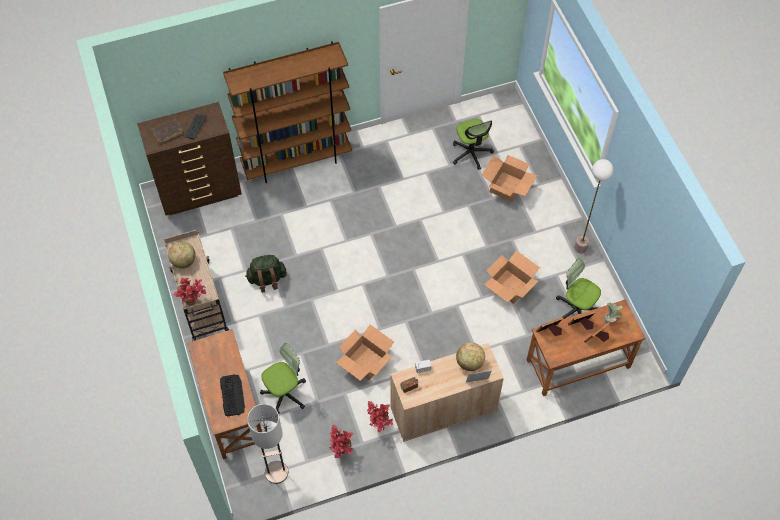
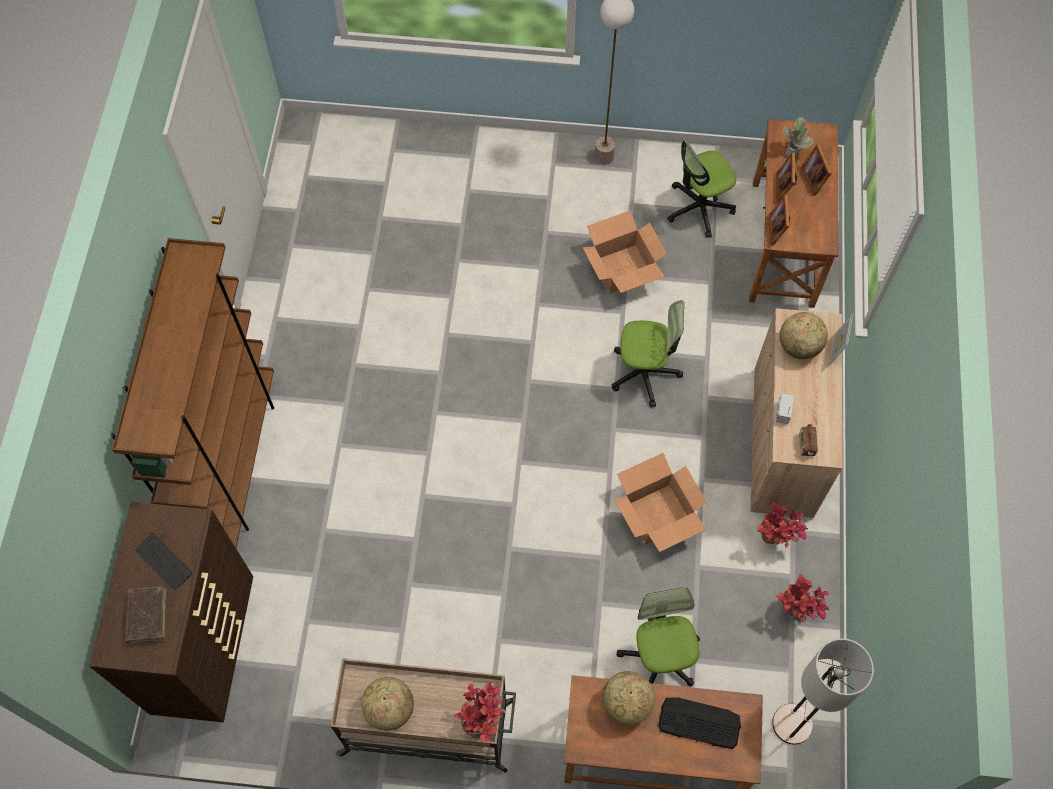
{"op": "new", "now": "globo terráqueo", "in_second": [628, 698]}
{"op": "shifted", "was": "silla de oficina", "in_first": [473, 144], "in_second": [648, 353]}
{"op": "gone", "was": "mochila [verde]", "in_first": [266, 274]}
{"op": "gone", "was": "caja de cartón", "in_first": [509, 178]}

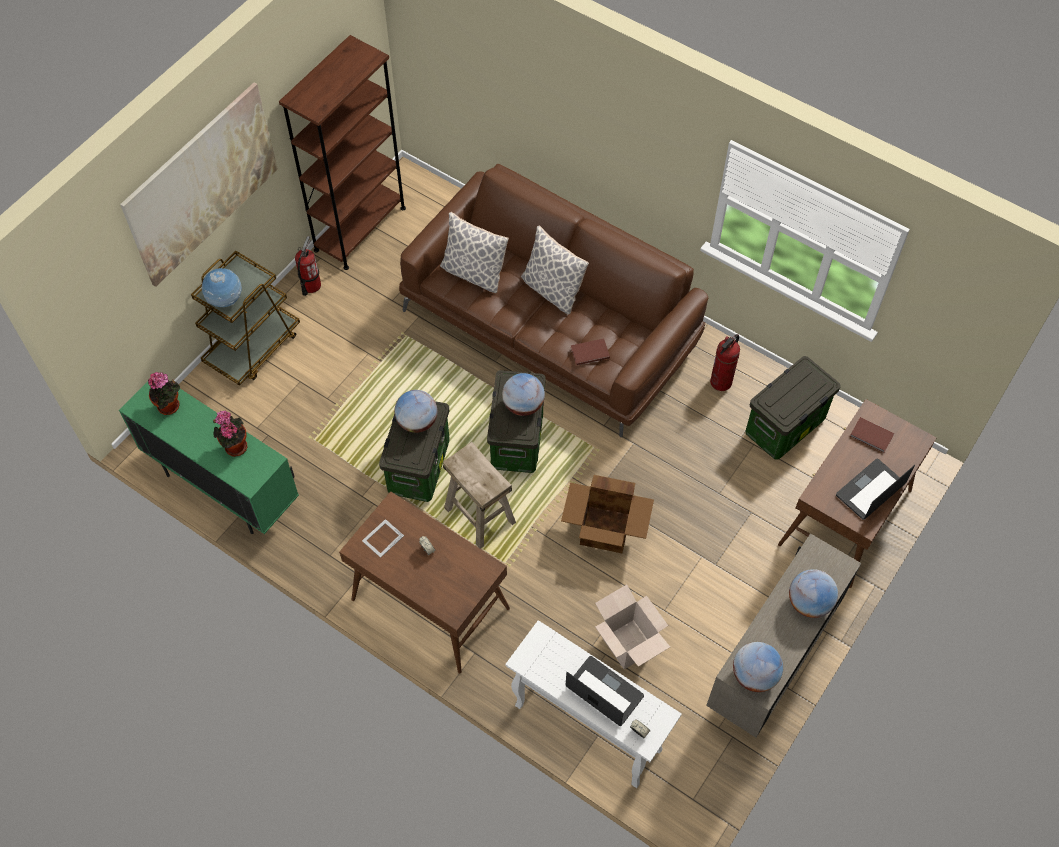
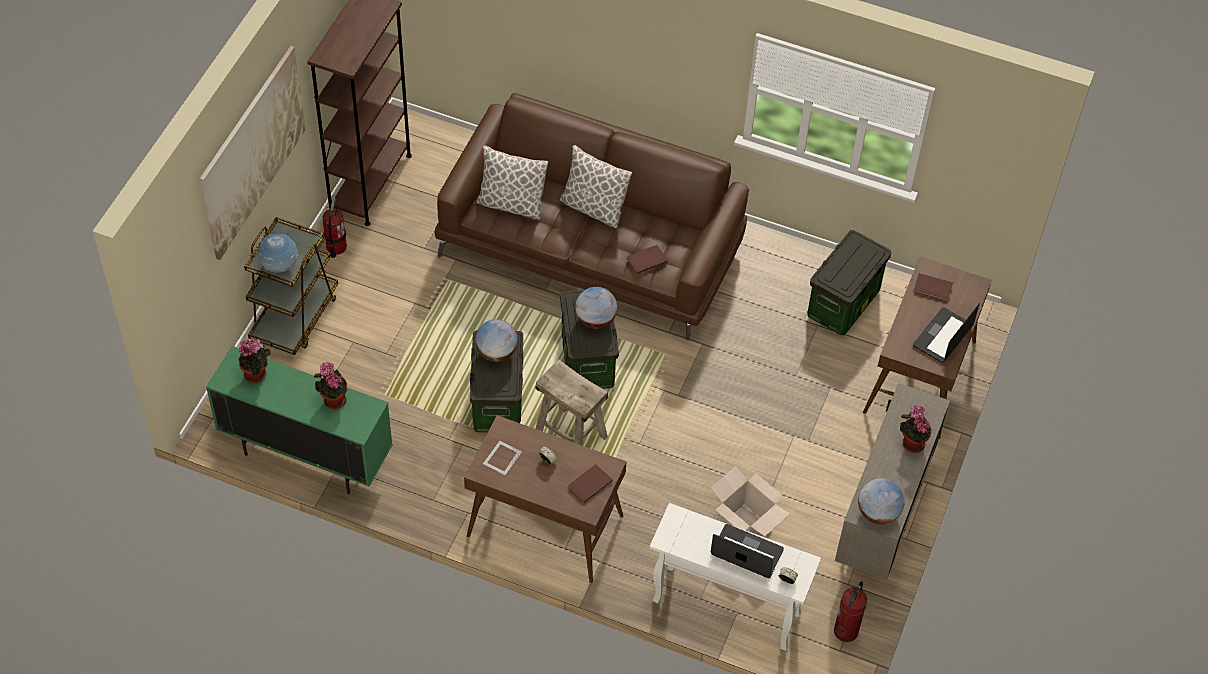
{"op": "new", "now": "libro [marrón]", "in_second": [590, 483]}
{"op": "shifted", "was": "extintor", "in_first": [725, 362], "in_second": [850, 611]}
{"op": "swapped", "was": "globo terráqueo", "now": "planta en maceta", "in_first": [813, 593], "in_second": [916, 429]}
{"op": "gone", "was": "caja de cartón", "in_first": [607, 514]}

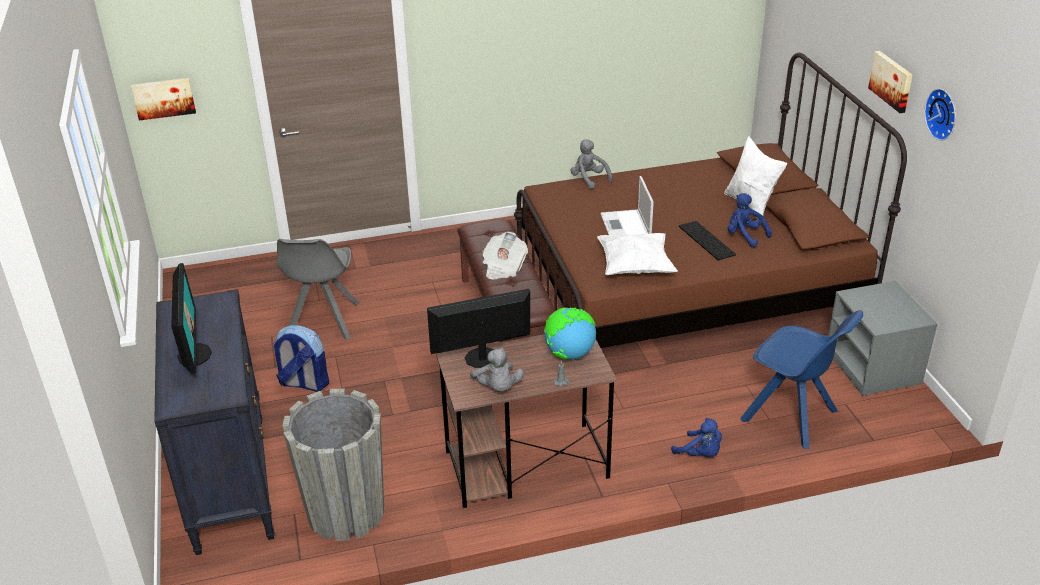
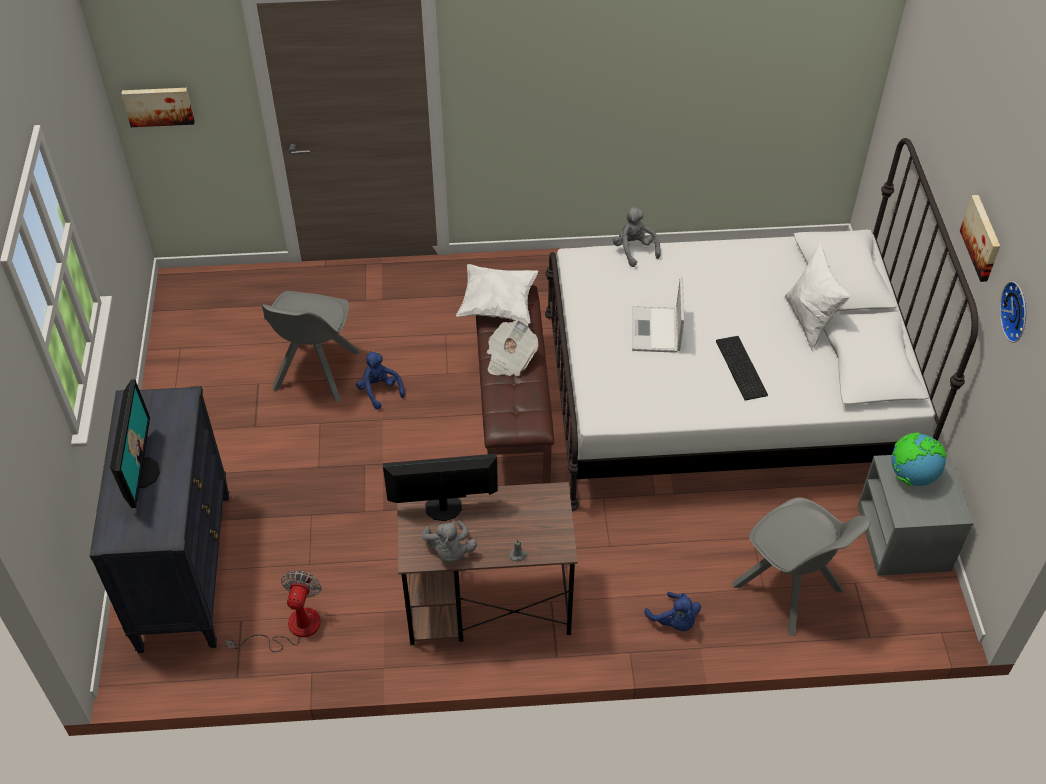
{"op": "swapped", "was": "maceta [gris]", "now": "ventilador", "in_first": [333, 464], "in_second": [273, 611]}
{"op": "shifted", "was": "peluche [azul]", "in_first": [749, 220], "in_second": [380, 380]}
{"op": "shifted", "was": "cojín [blanco]", "in_first": [637, 254], "in_second": [497, 294]}
{"op": "repainted", "was": "cama [marrón]", "now": "cama [blanco]", "in_first": [710, 200], "in_second": [761, 324]}
{"op": "repainted", "was": "silla [azul]", "now": "silla [gris]", "in_first": [801, 379], "in_second": [801, 566]}
{"op": "shifted", "was": "globo terráqueo", "in_first": [570, 333], "in_second": [919, 459]}
{"op": "gone", "was": "mochila", "in_first": [301, 358]}

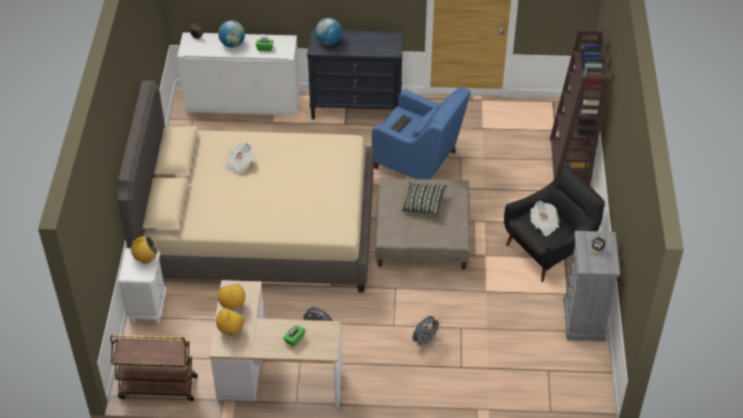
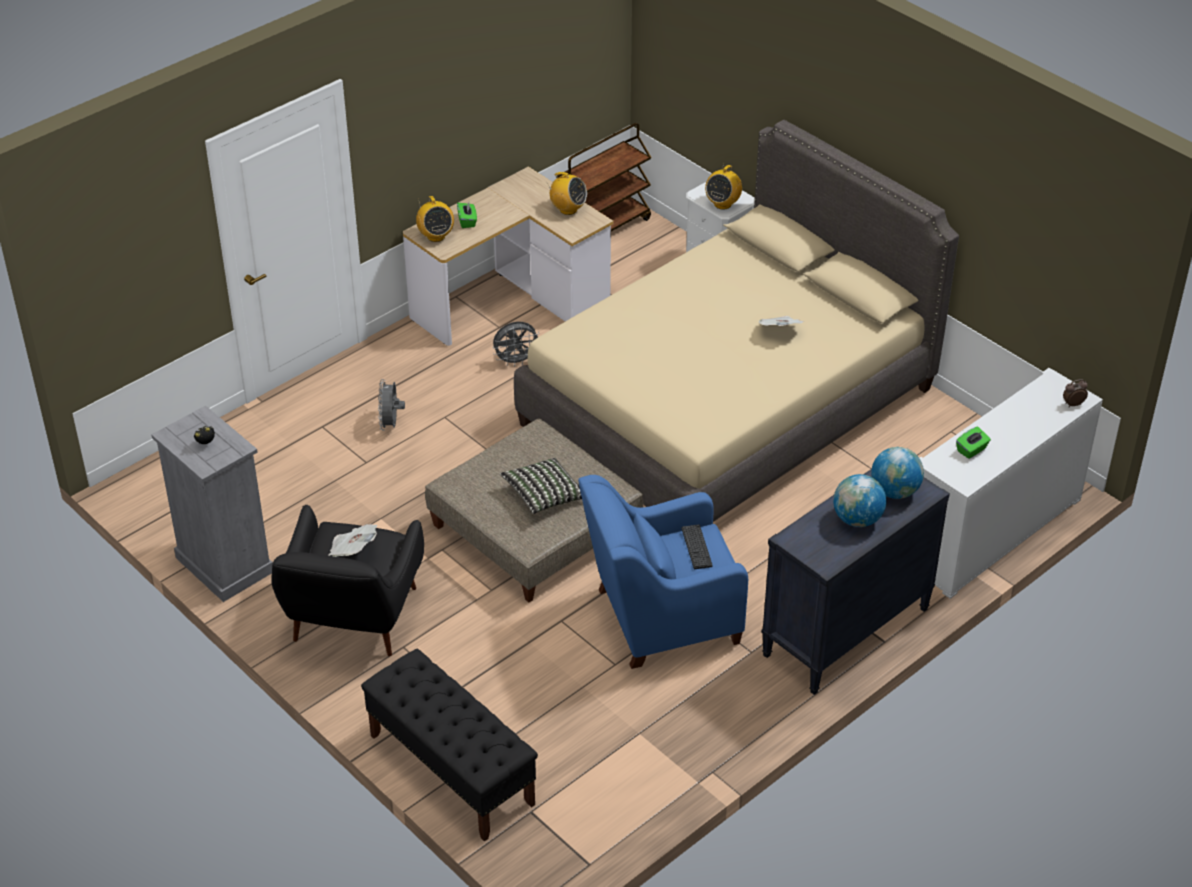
{"op": "swapped", "was": "estantería [marrón]", "now": "banco [negro]", "in_first": [579, 108], "in_second": [449, 745]}
{"op": "shifted", "was": "radio", "in_first": [230, 322], "in_second": [435, 219]}
{"op": "shifted", "was": "globo terráqueo", "in_first": [231, 33], "in_second": [860, 500]}

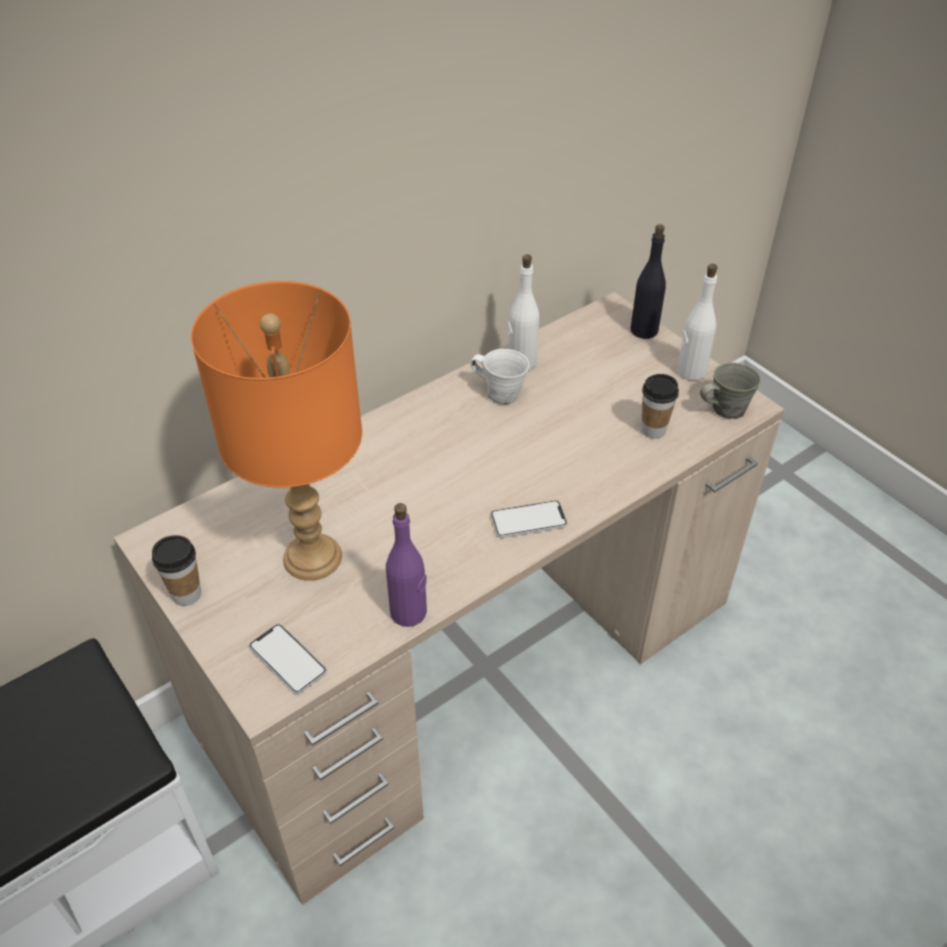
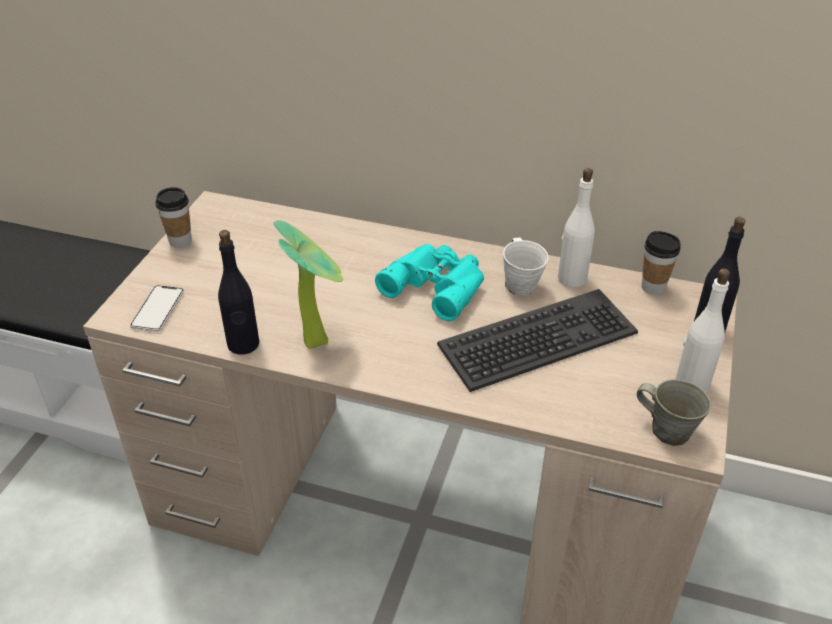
{"op": "repainted", "was": "botella [morado]", "now": "botella [negro]", "in_first": [406, 565], "in_second": [238, 292]}
{"op": "new", "now": "planta en maceta", "in_second": [308, 284]}
{"op": "new", "now": "prismáticos [turquesa]", "in_second": [429, 282]}
{"op": "new", "now": "teclado", "in_second": [537, 340]}
{"op": "shifted", "was": "taza", "in_first": [660, 406], "in_second": [661, 263]}
{"op": "gone", "was": "lámpara de mesa [naranja]", "in_first": [276, 431]}
{"op": "gone", "was": "móvil", "in_first": [529, 519]}

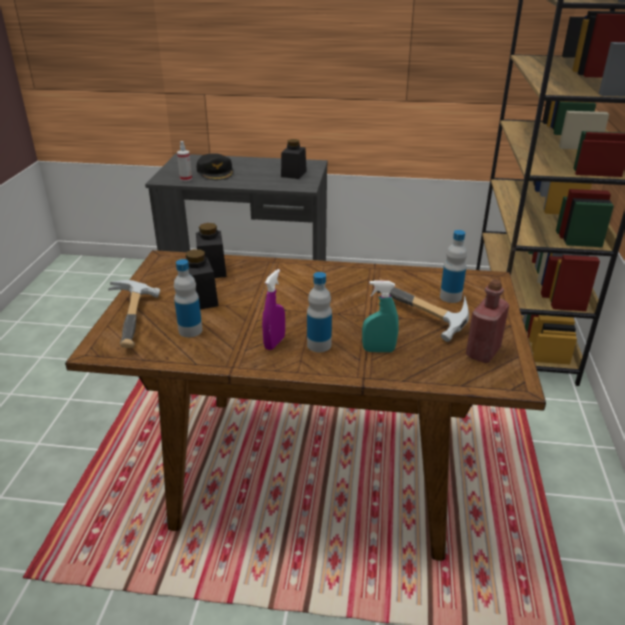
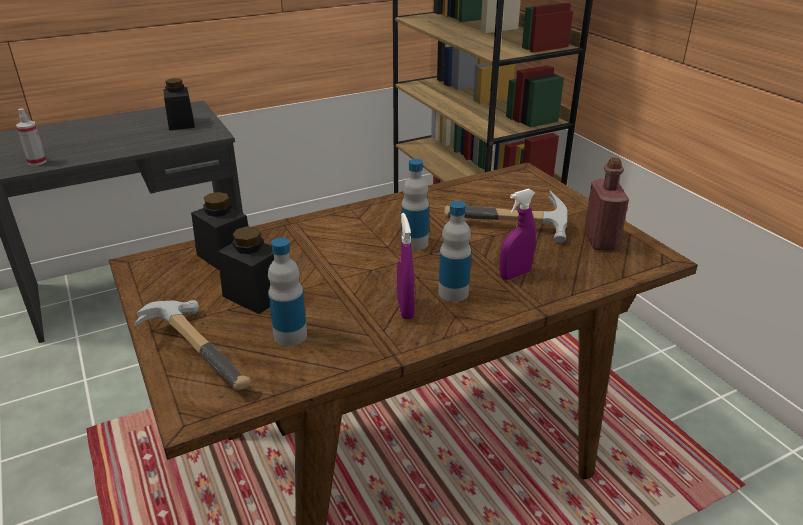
{"op": "shifted", "was": "botella", "in_first": [453, 266], "in_second": [415, 205]}
{"op": "repainted", "was": "pulverizador [turquesa]", "now": "pulverizador [morado]", "in_first": [380, 316], "in_second": [517, 234]}
{"op": "gone", "was": "gorra [negro]", "in_first": [214, 167]}

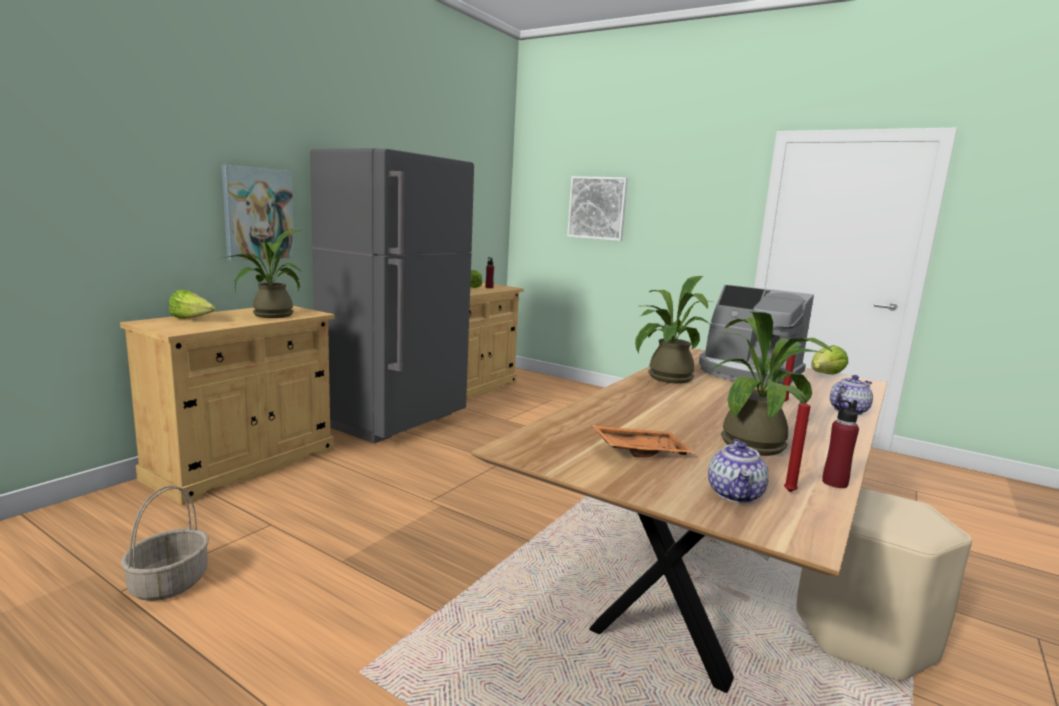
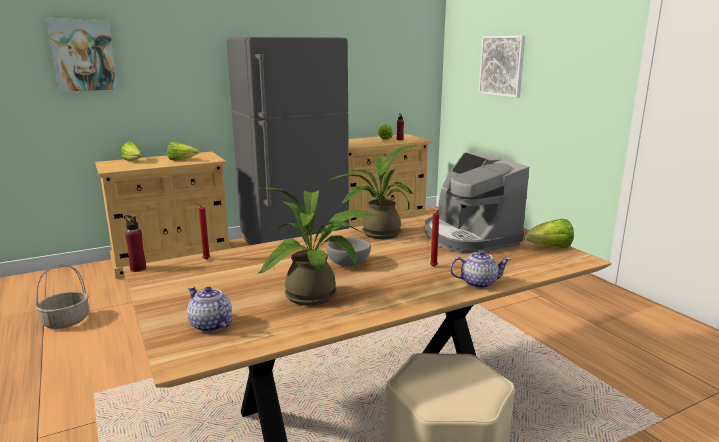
{"op": "shifted", "was": "cuadro", "in_first": [258, 212], "in_second": [82, 55]}
{"op": "shifted", "was": "botella [rojo]", "in_first": [840, 444], "in_second": [135, 243]}
{"op": "swapped", "was": "planta en maceta", "now": "lechuga", "in_first": [260, 274], "in_second": [183, 151]}
{"op": "rotated", "was": "tetera", "in_first": [738, 471], "in_second": [209, 309], "clockwise": 90}
{"op": "shifted", "was": "vela [rojo]", "in_first": [797, 444], "in_second": [203, 231]}
{"op": "new", "now": "cuenco [gris]", "in_second": [348, 252]}
{"op": "gone", "was": "bandeja [naranja]", "in_first": [643, 441]}

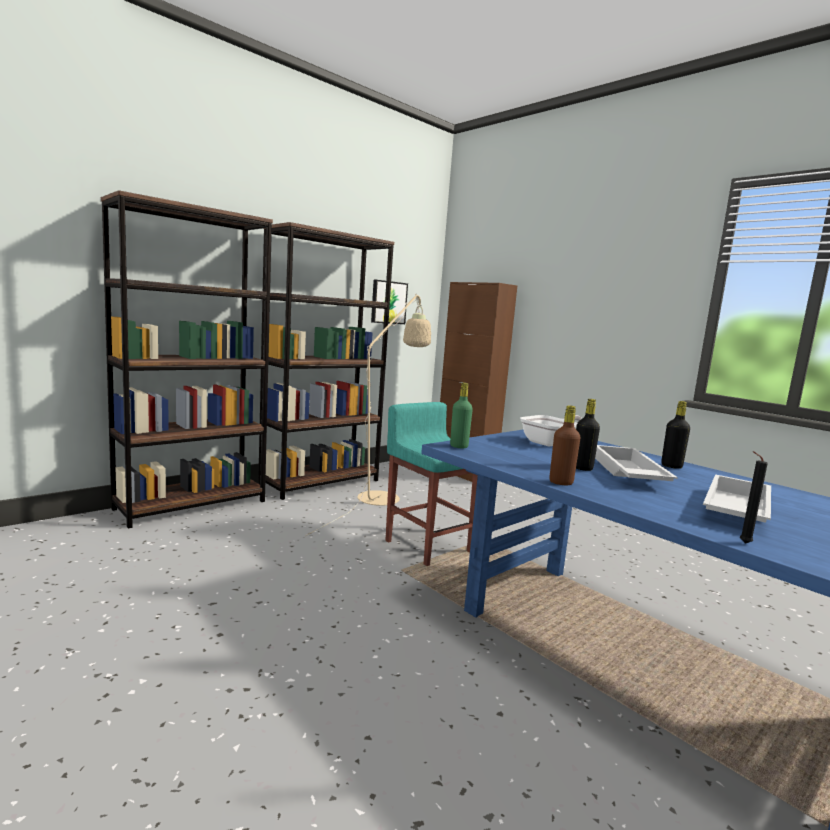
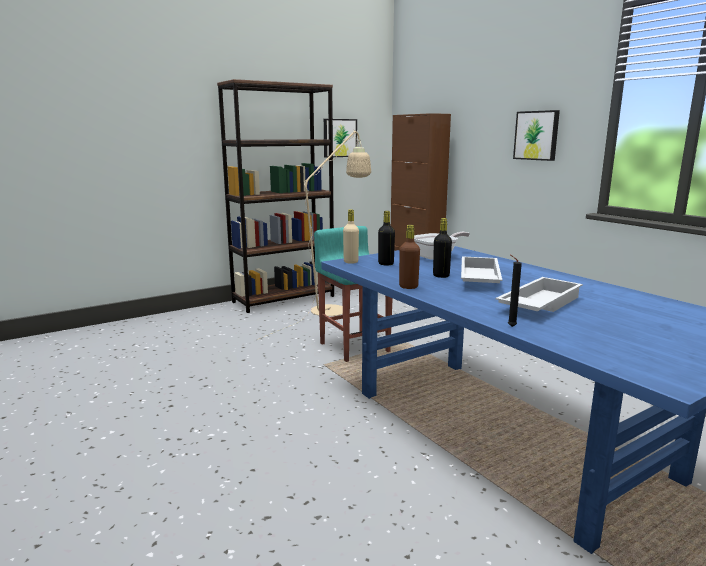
{"op": "repainted", "was": "botella [verde]", "now": "botella [beis]", "in_first": [461, 415], "in_second": [351, 236]}
{"op": "shifted", "was": "botella [negro]", "in_first": [675, 435], "in_second": [386, 238]}
{"op": "new", "now": "cuadro", "in_second": [536, 135]}
{"op": "gone", "was": "estantería [marrón]", "in_first": [187, 359]}

